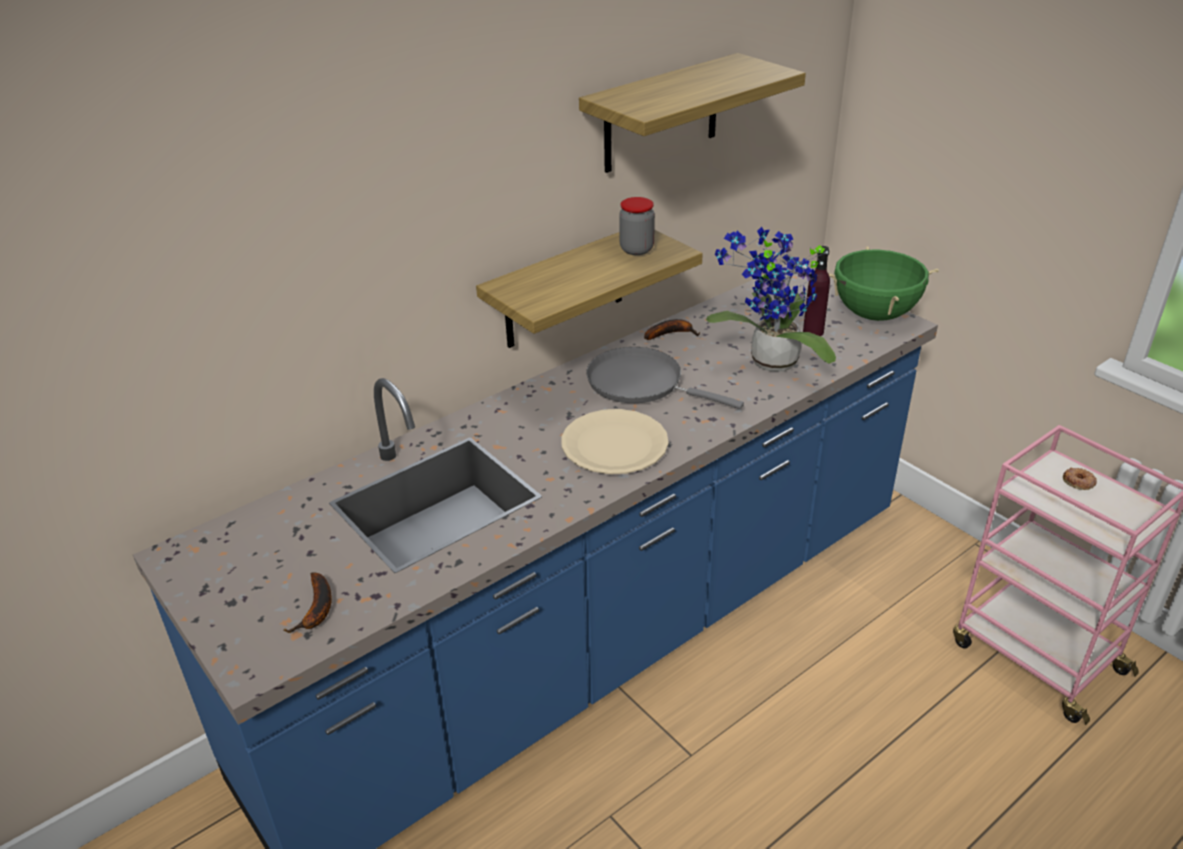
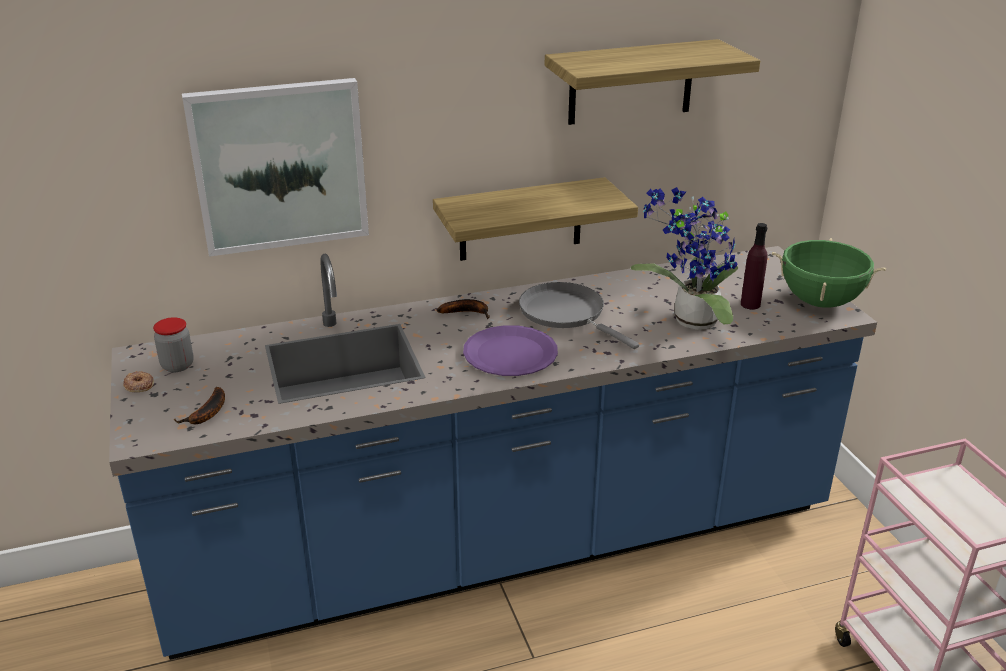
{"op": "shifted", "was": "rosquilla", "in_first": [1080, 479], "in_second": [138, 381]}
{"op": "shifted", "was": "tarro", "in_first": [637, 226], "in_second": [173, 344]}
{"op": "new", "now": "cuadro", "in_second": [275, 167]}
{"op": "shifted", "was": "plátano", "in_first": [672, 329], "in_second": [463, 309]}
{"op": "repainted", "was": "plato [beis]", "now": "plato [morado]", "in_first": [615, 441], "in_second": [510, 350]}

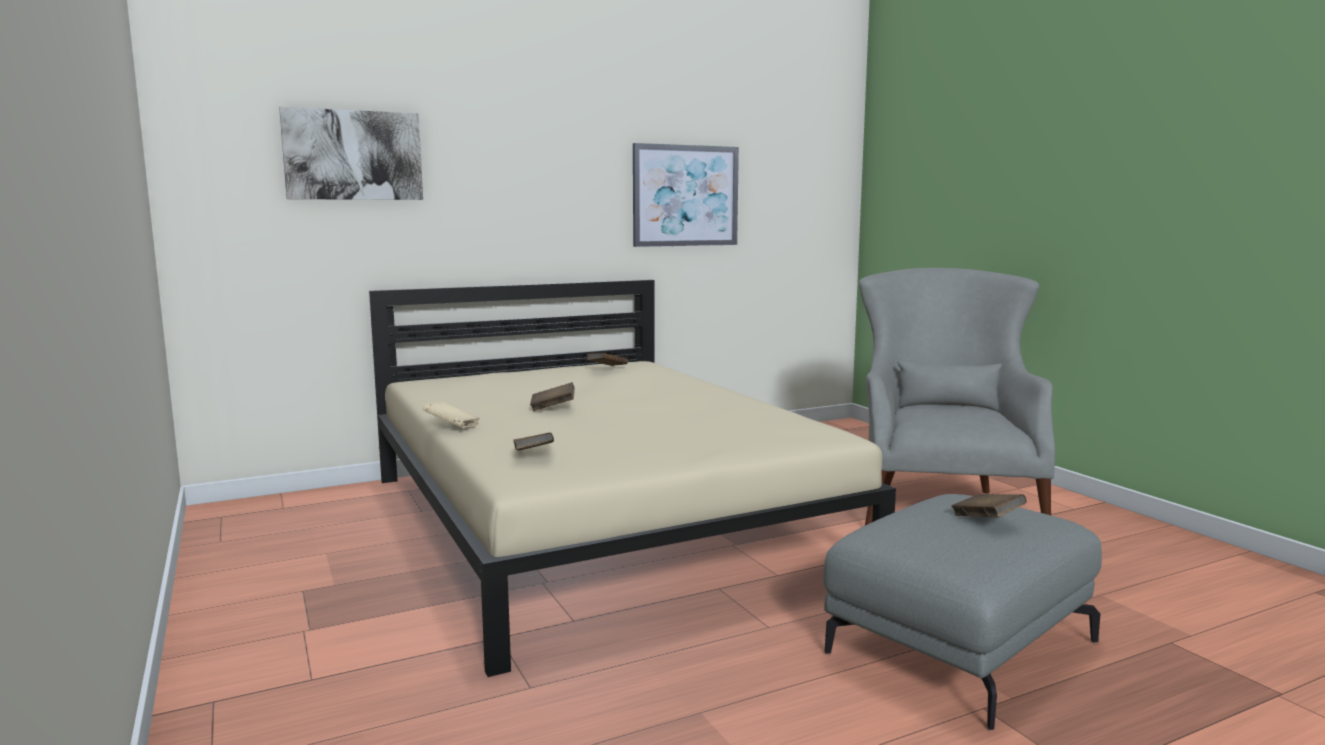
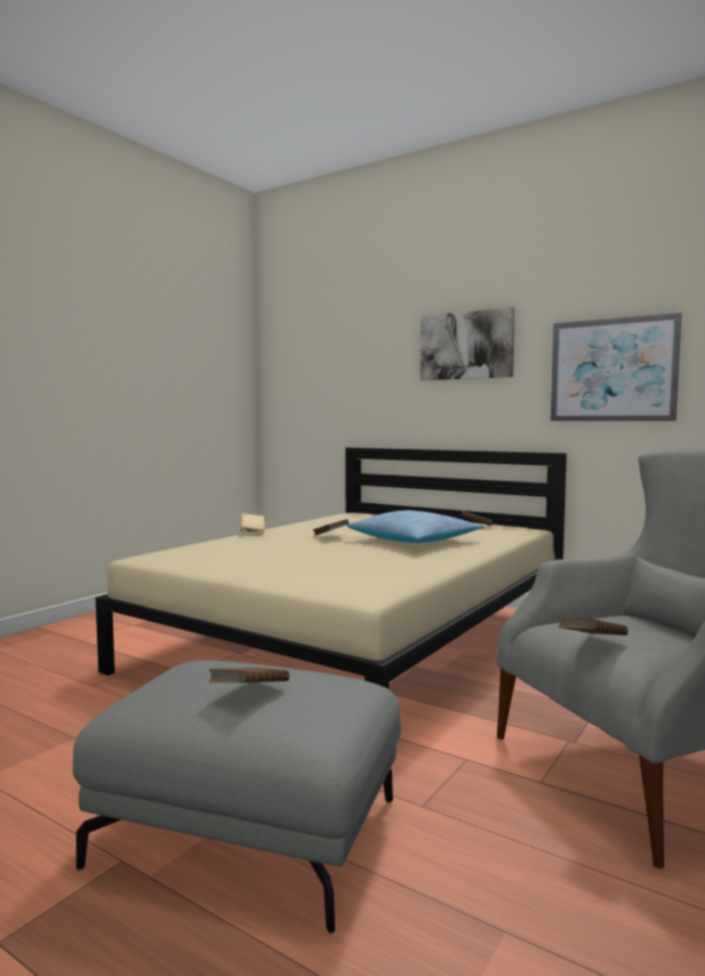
{"op": "new", "now": "cojín", "in_second": [416, 526]}
{"op": "shifted", "was": "cuadro", "in_first": [351, 153], "in_second": [467, 344]}
{"op": "shifted", "was": "libro [marrón]", "in_first": [533, 441], "in_second": [593, 625]}

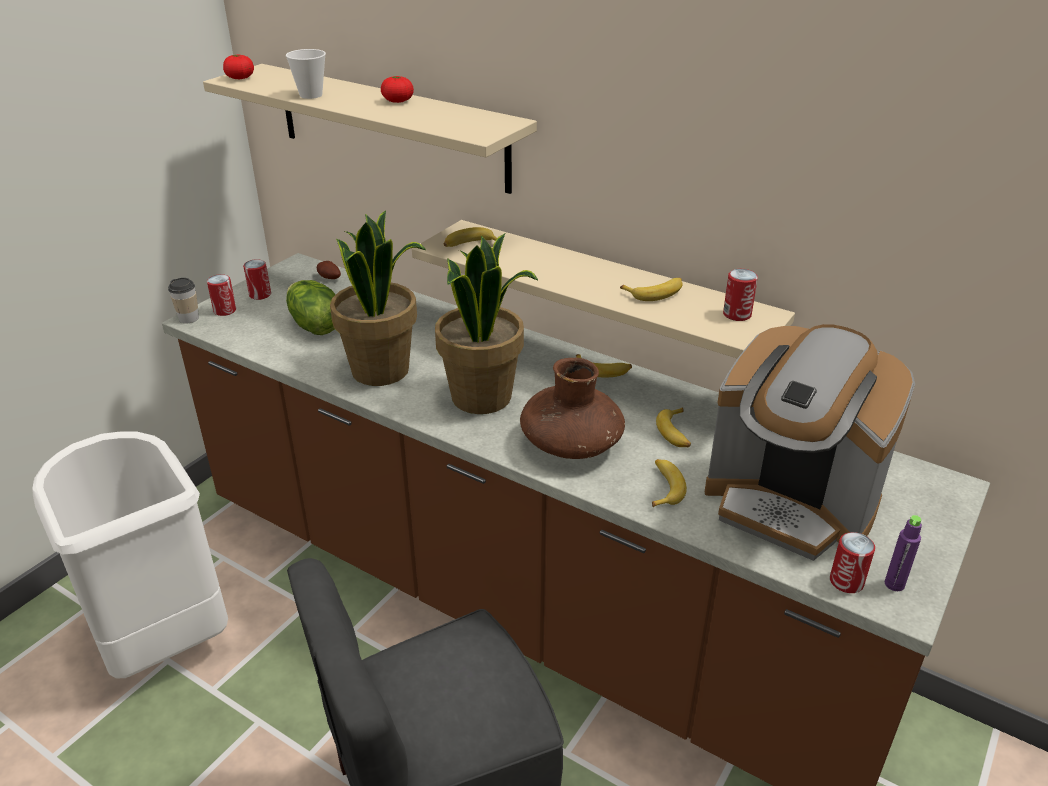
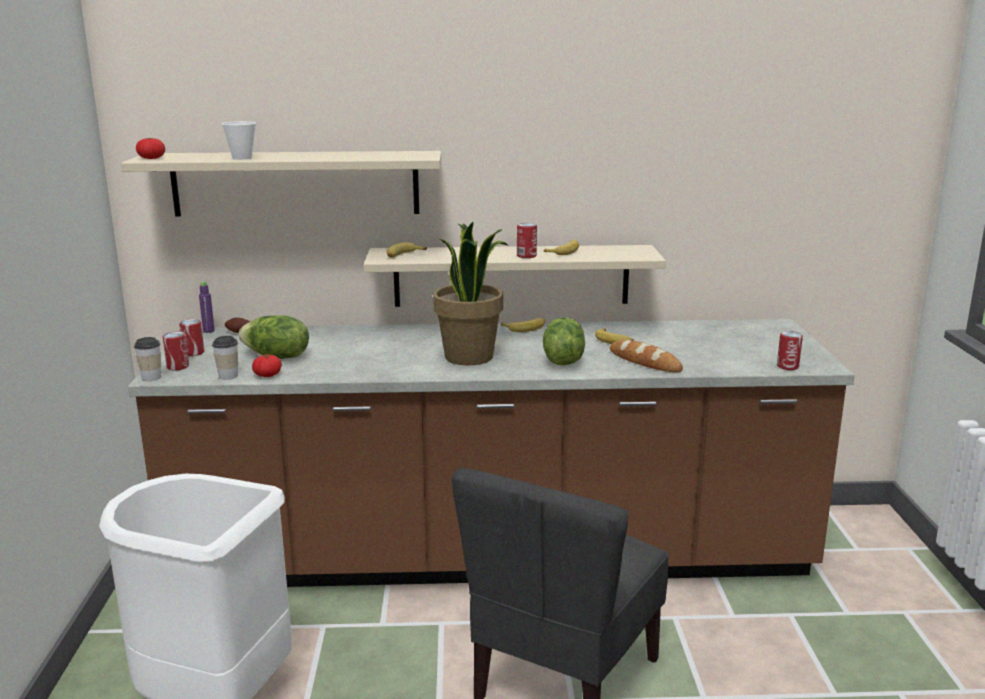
{"op": "shifted", "was": "botella [morado]", "in_first": [903, 553], "in_second": [207, 307]}
{"op": "new", "now": "taza", "in_second": [225, 358]}
{"op": "shifted", "was": "tomate", "in_first": [397, 89], "in_second": [267, 366]}
{"op": "shifted", "was": "lata", "in_first": [740, 295], "in_second": [527, 240]}
{"op": "swapped", "was": "florero [marrón]", "now": "lechuga", "in_first": [572, 408], "in_second": [564, 341]}
{"op": "swapped", "was": "plátano", "now": "pan", "in_first": [669, 483], "in_second": [646, 356]}
{"op": "gone", "was": "planta en maceta", "in_first": [378, 298]}
{"op": "gone", "was": "cafetera", "in_first": [810, 442]}

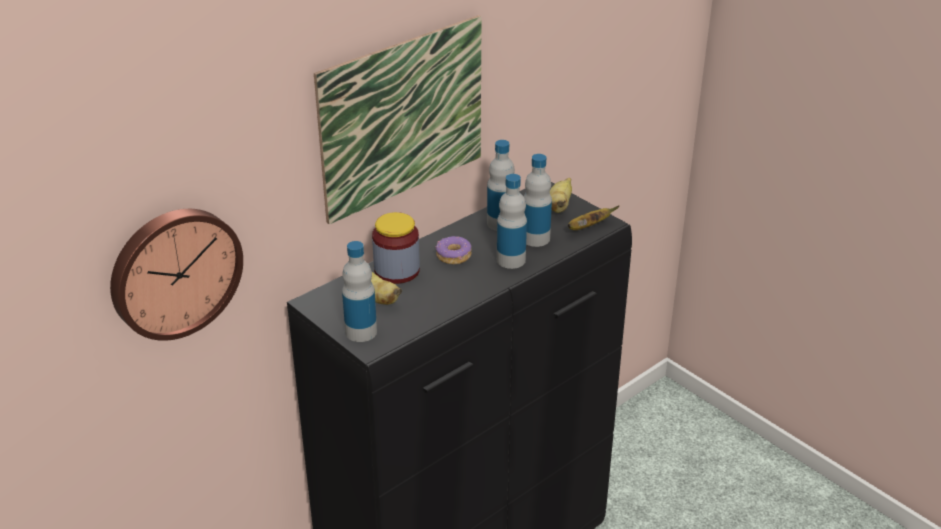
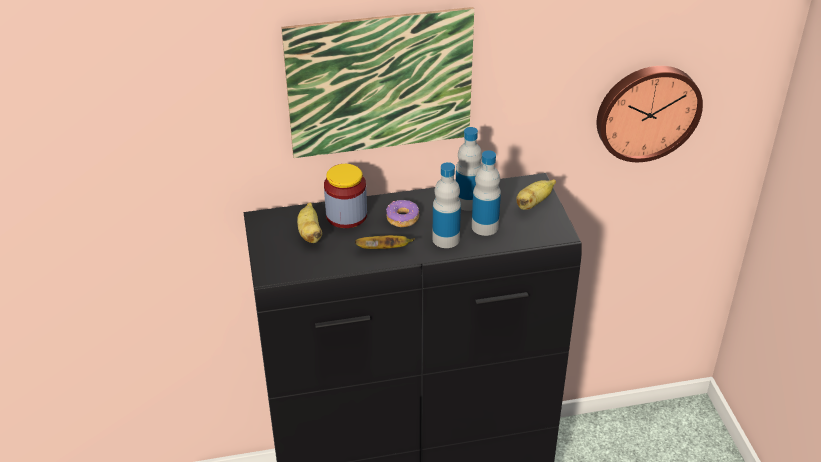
{"op": "shifted", "was": "plátano", "in_first": [593, 217], "in_second": [385, 242]}
{"op": "shifted", "was": "reloj de pared", "in_first": [176, 275], "in_second": [650, 114]}
{"op": "gone", "was": "botella", "in_first": [359, 291]}

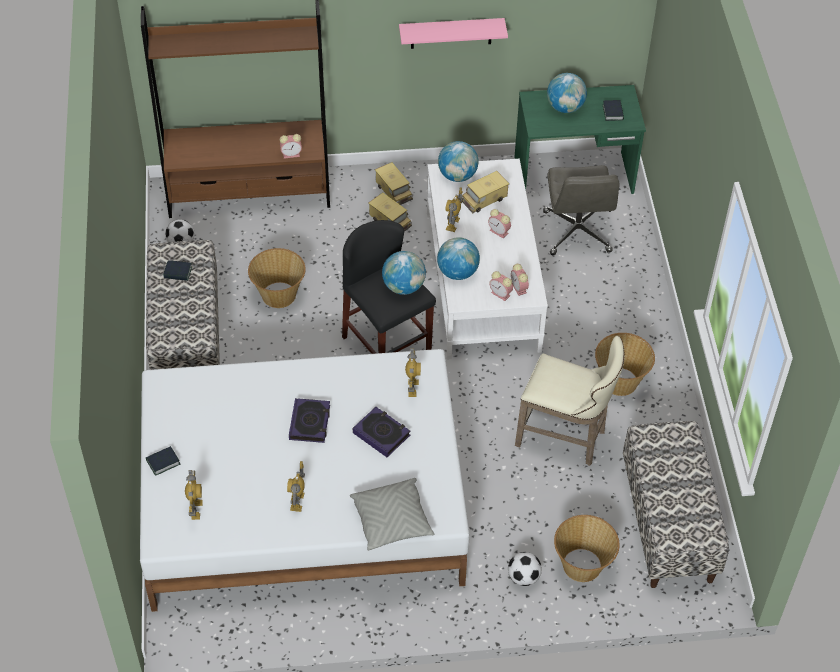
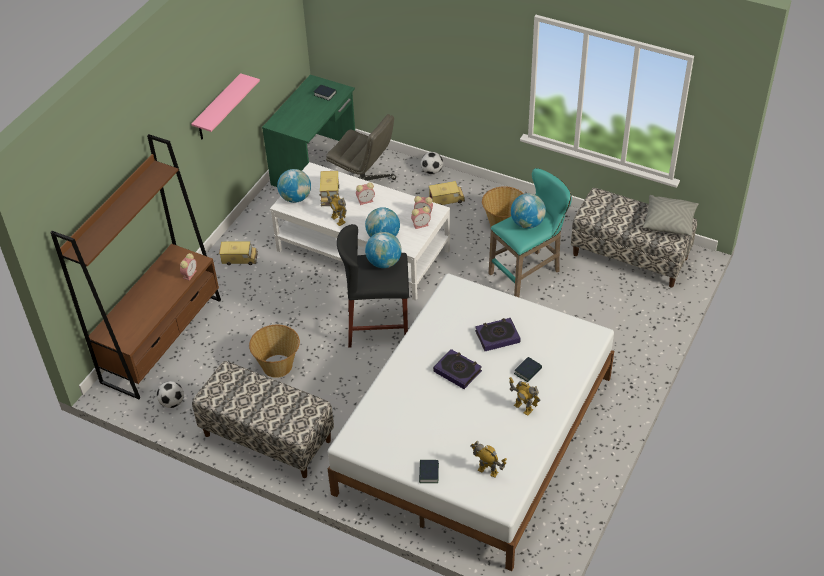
{"op": "shifted", "was": "balón de fútbol", "in_first": [525, 569], "in_second": [432, 163]}
{"op": "shifted", "was": "camión de juguete", "in_first": [390, 211], "in_second": [447, 193]}
{"op": "repainted", "was": "taburete [beis]", "now": "taburete [turquesa]", "in_first": [570, 401], "in_second": [530, 232]}
{"op": "shifted", "was": "globo terráqueo", "in_first": [567, 93], "in_second": [528, 211]}
{"op": "shifted", "was": "libro", "in_first": [177, 270], "in_second": [528, 369]}
{"op": "shifted", "was": "cojín [gris]", "in_first": [392, 514], "in_second": [671, 215]}
{"op": "gone", "was": "robot de juguete", "in_first": [413, 372]}
{"op": "gone", "was": "cesta", "in_first": [587, 548]}

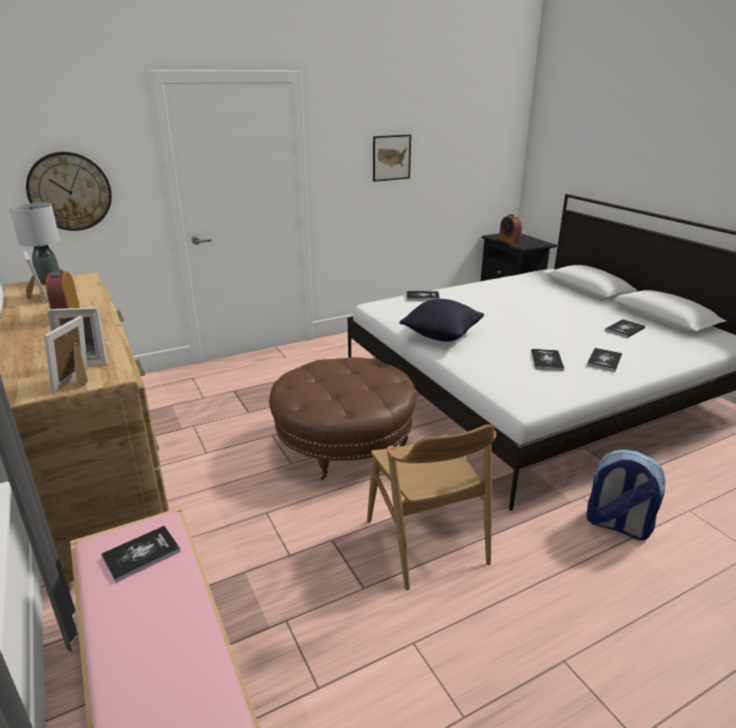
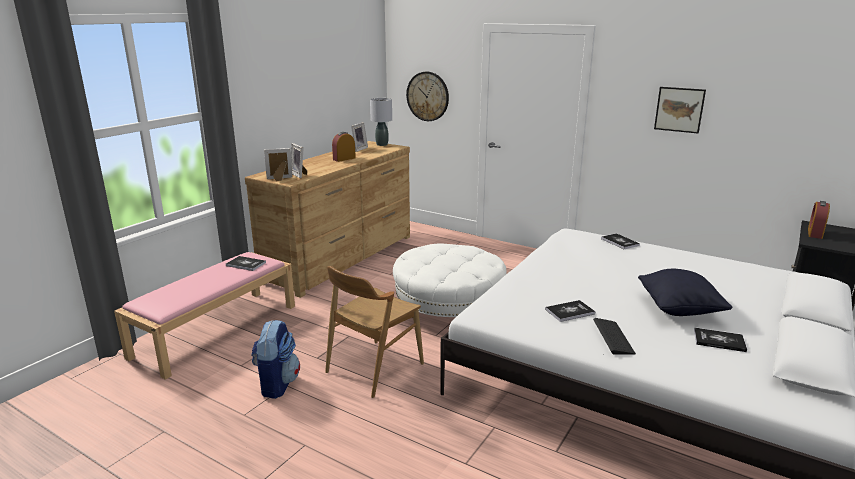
{"op": "shifted", "was": "mochila", "in_first": [626, 495], "in_second": [275, 359]}
{"op": "repainted", "was": "puf [marrón]", "now": "puf [blanco]", "in_first": [342, 418], "in_second": [450, 280]}
{"op": "swapped", "was": "libro", "now": "teclado", "in_first": [604, 360], "in_second": [614, 336]}
{"op": "shifted", "was": "cojín [negro]", "in_first": [441, 320], "in_second": [685, 292]}

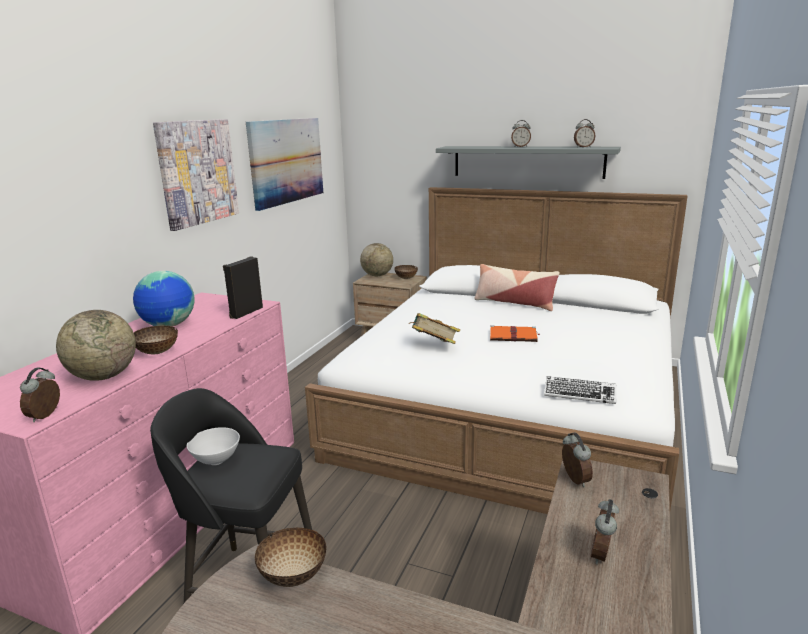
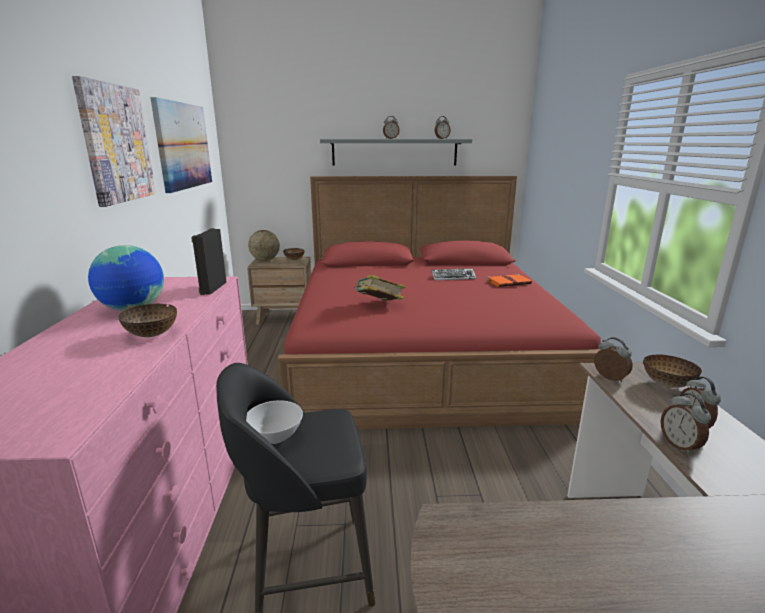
{"op": "repainted", "was": "cama [blanco]", "now": "cama [rojo]", "in_first": [496, 350], "in_second": [439, 302]}
{"op": "shifted", "was": "teclado", "in_first": [580, 390], "in_second": [453, 274]}
{"op": "shifted", "was": "libro [naranja]", "in_first": [515, 333], "in_second": [509, 280]}
{"op": "shifted", "was": "cuenco", "in_first": [290, 557], "in_second": [672, 371]}
{"op": "shifted", "was": "despertador", "in_first": [40, 394], "in_second": [685, 424]}
{"op": "gone", "was": "globo terráqueo", "in_first": [96, 345]}
{"op": "gone", "was": "cojín", "in_first": [517, 287]}

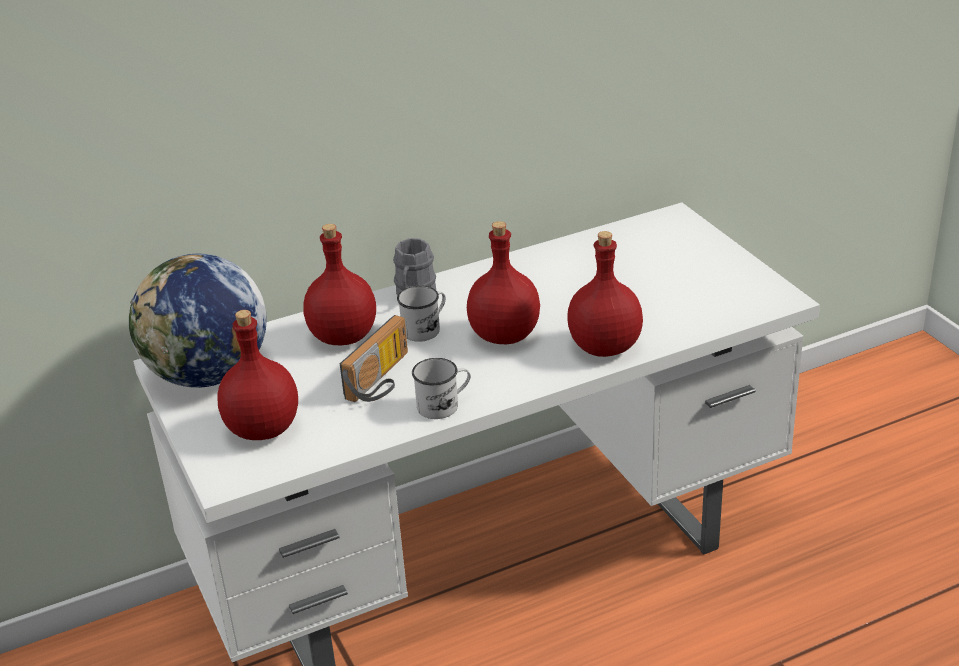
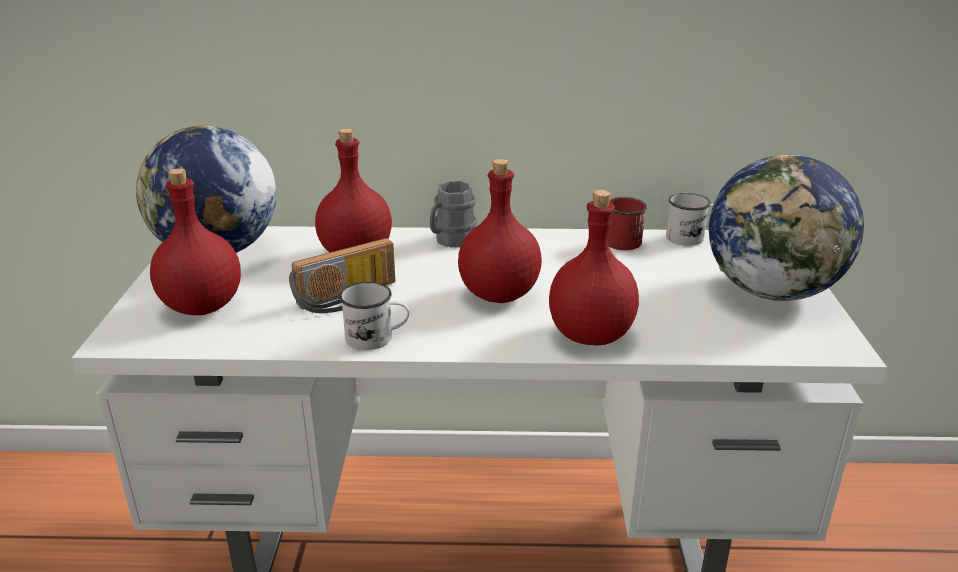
{"op": "new", "now": "taza grande [rojo]", "in_second": [627, 223]}
{"op": "shifted", "was": "taza grande [blanco]", "in_first": [421, 314], "in_second": [690, 219]}
{"op": "new", "now": "globo terráqueo", "in_second": [786, 227]}

